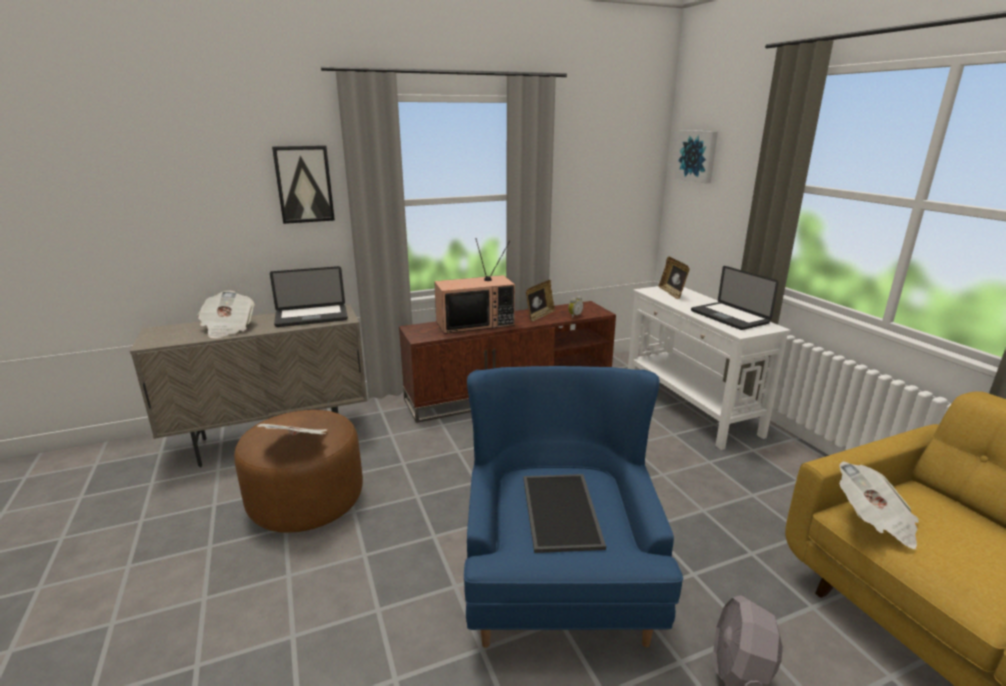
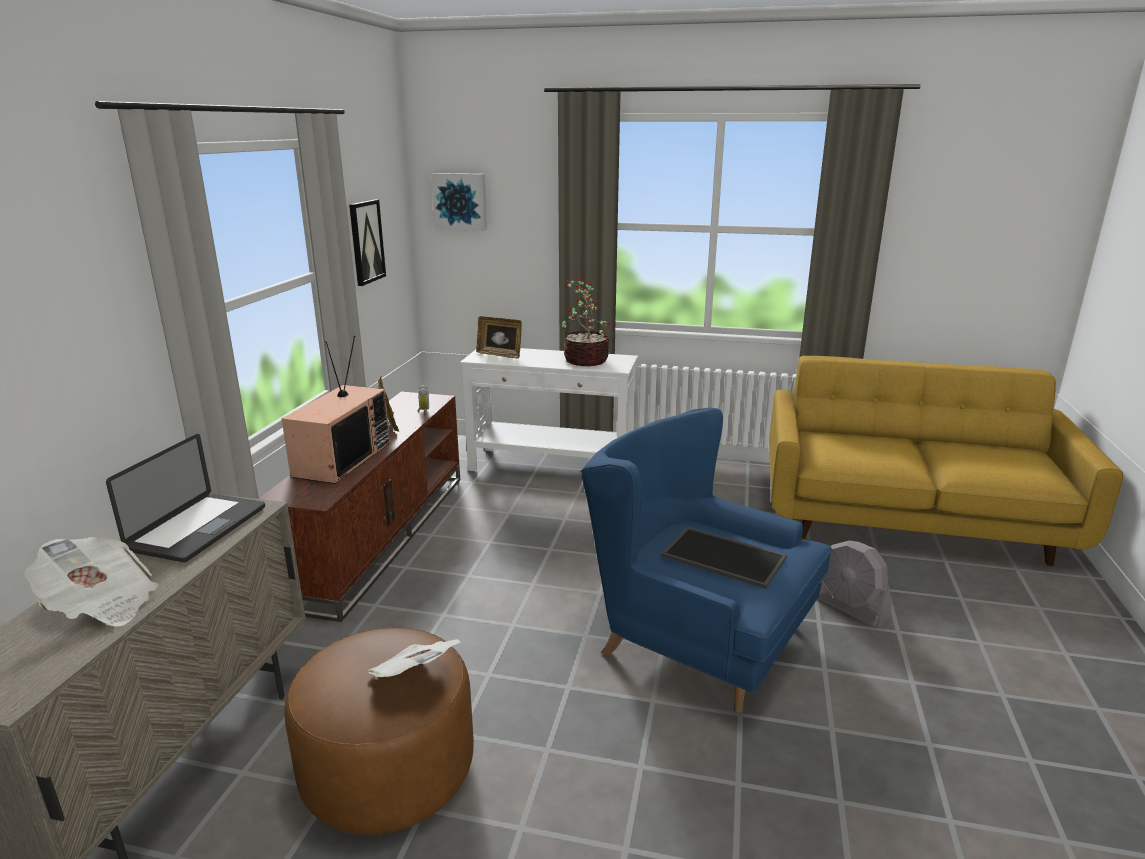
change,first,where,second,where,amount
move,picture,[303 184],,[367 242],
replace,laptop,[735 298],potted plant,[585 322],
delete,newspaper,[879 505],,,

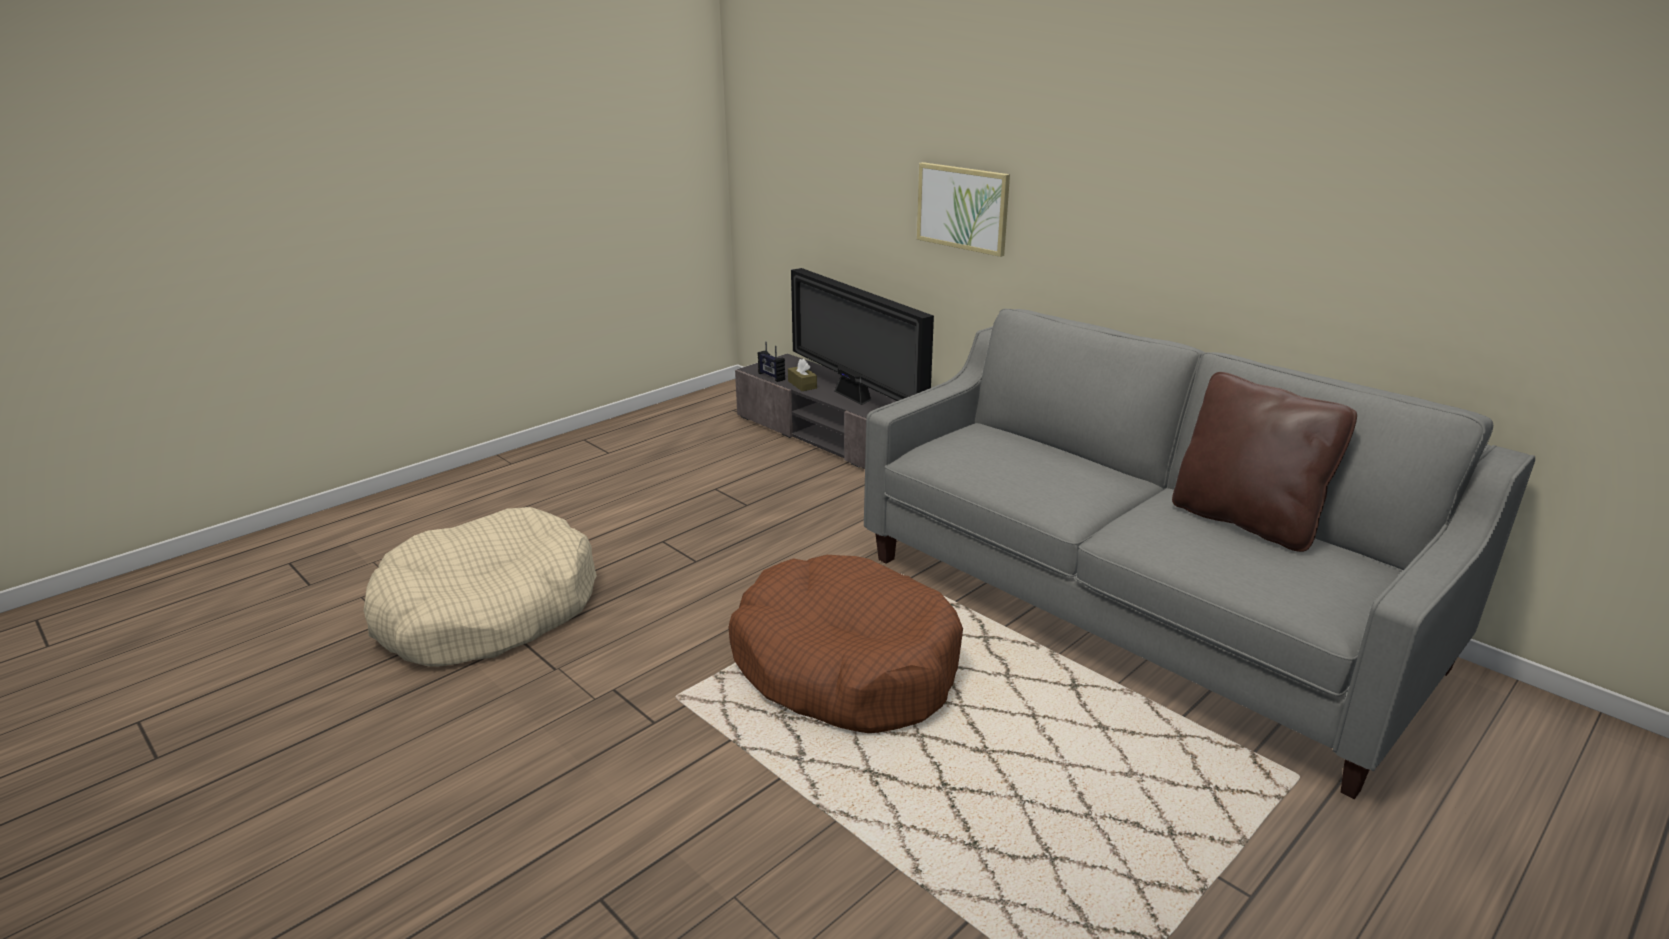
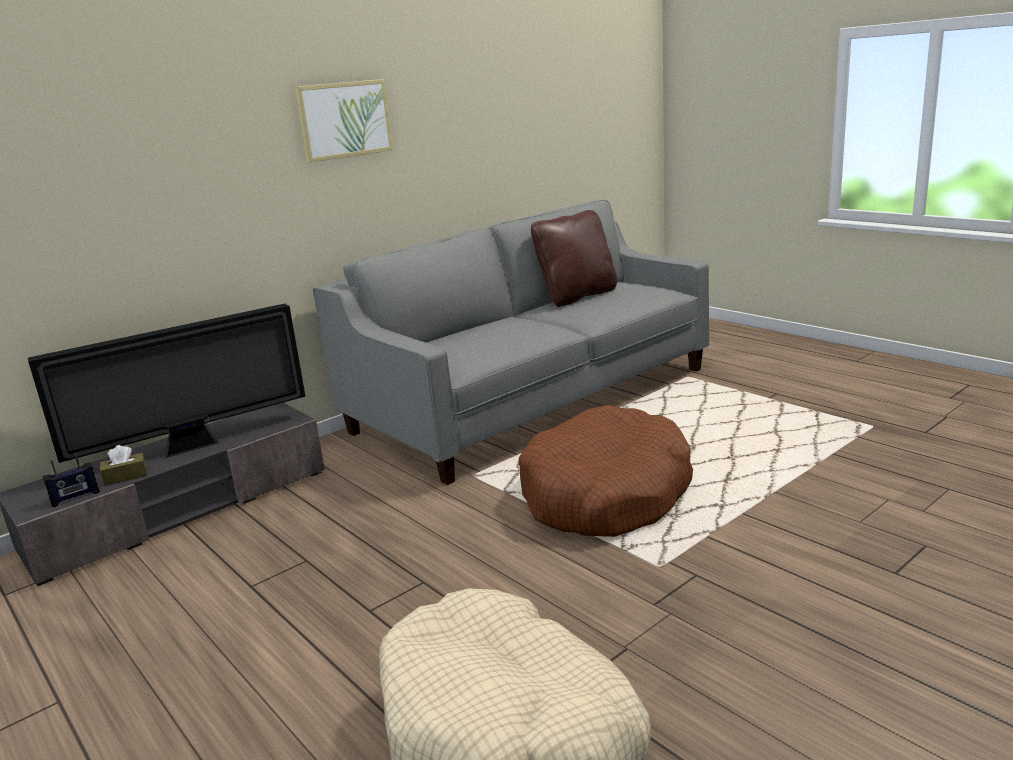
change,first,where,second,where,amount
move,picture,[963 209],,[344 120],

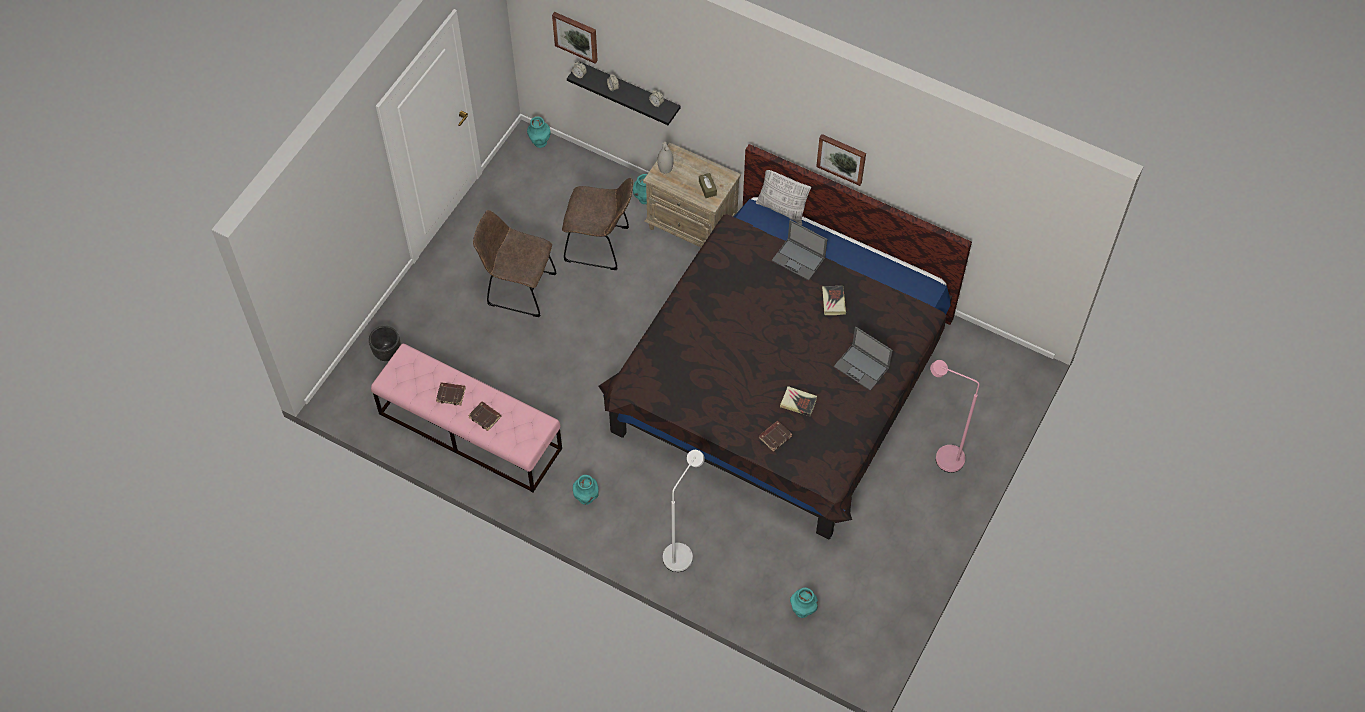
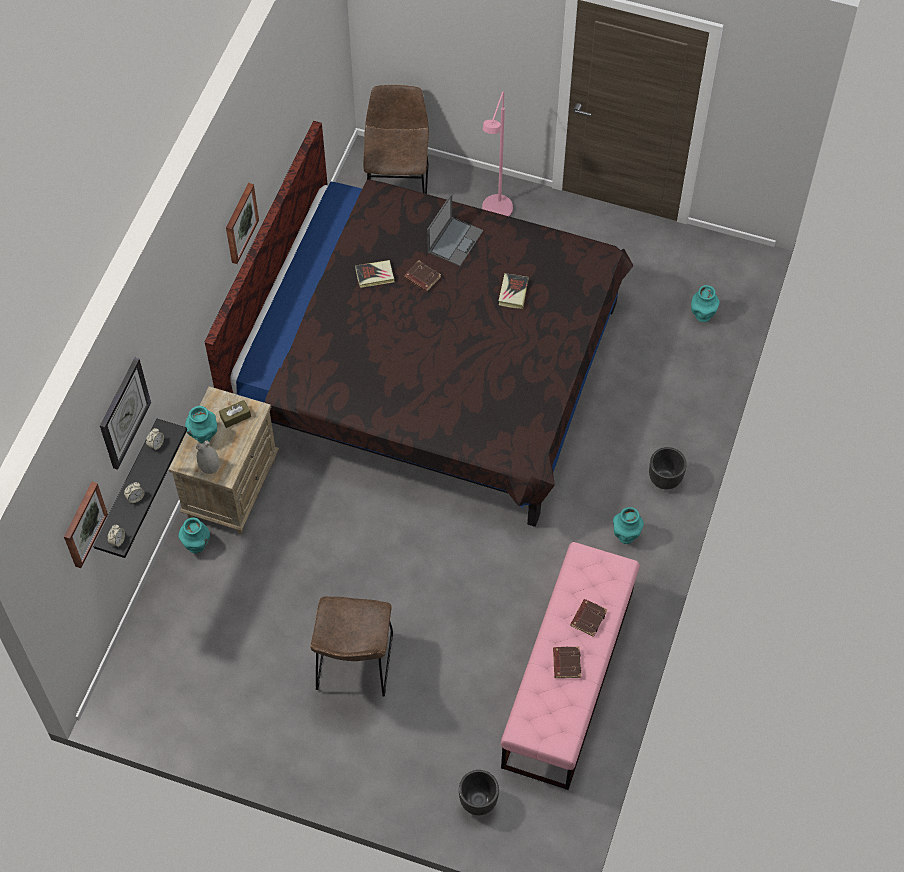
change,first,where,second,where,amount
move,turquoise vase,[539 132],,[201 424],
move,brown chair,[597 224],,[396 139],
delete,white floor lamp,[684 511],,,
delete,pillow,[783 198],,,
move,brown book,[775 436],,[422 276],
delete,laptop,[799 250],,,
insert,,,wall clock,[125 414],
insert,,,black planter,[668 468],

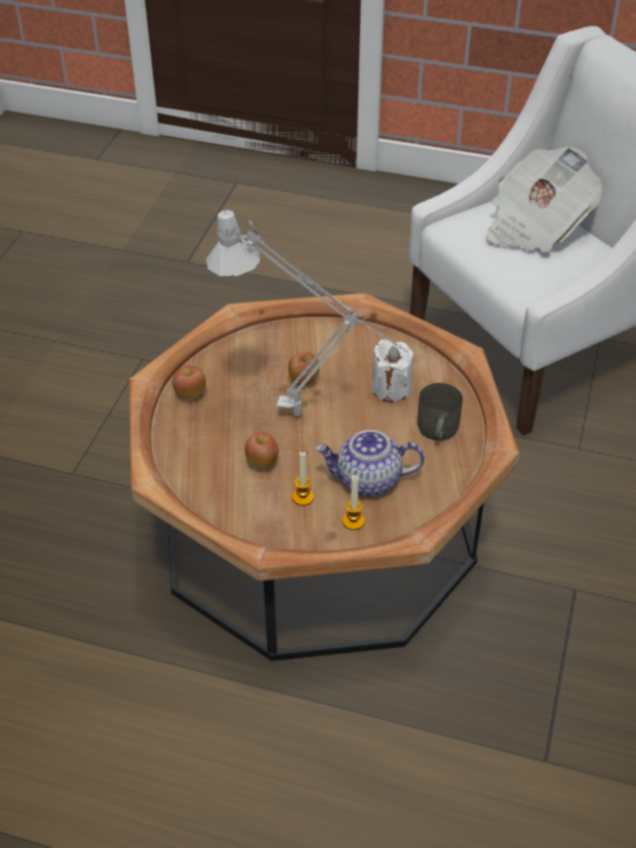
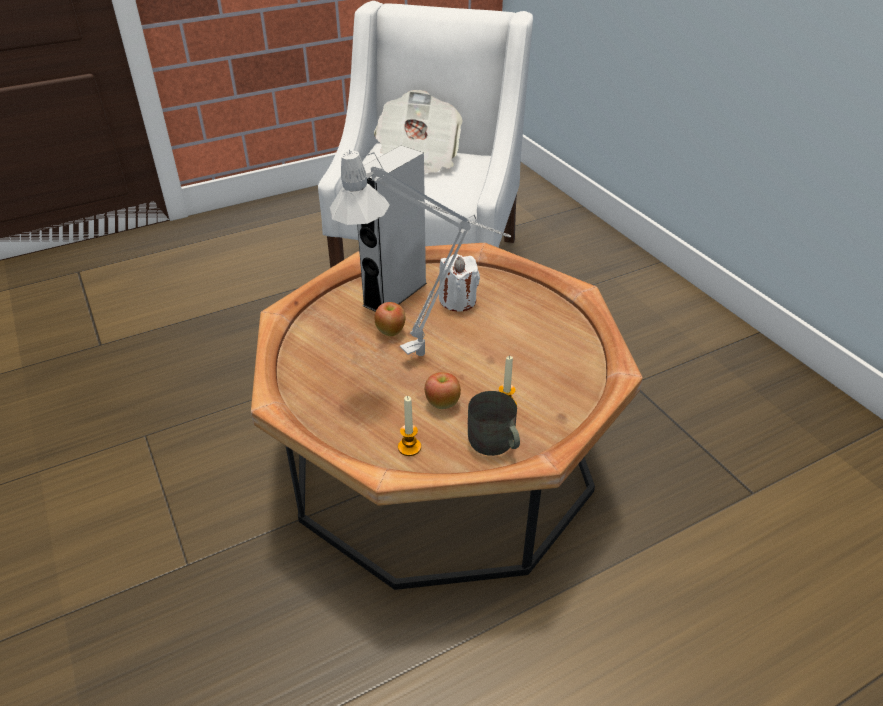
change,first,where,second,where,amount
delete,apple,[189 383],,,
delete,teapot,[369 463],,,
move,candle,[353 502],,[409 426],
move,grey mug,[440 412],,[494 423],
insert,,,grey speaker,[392 229],

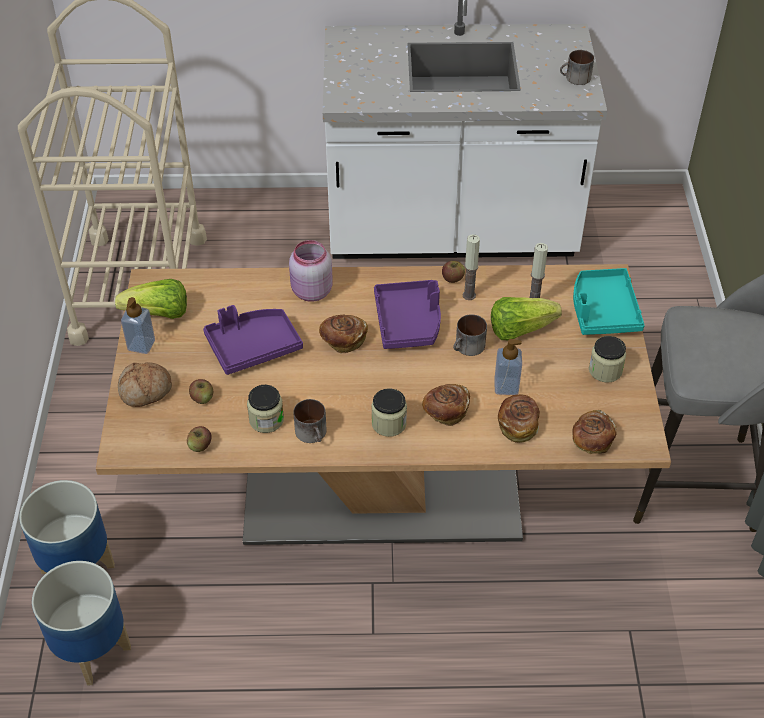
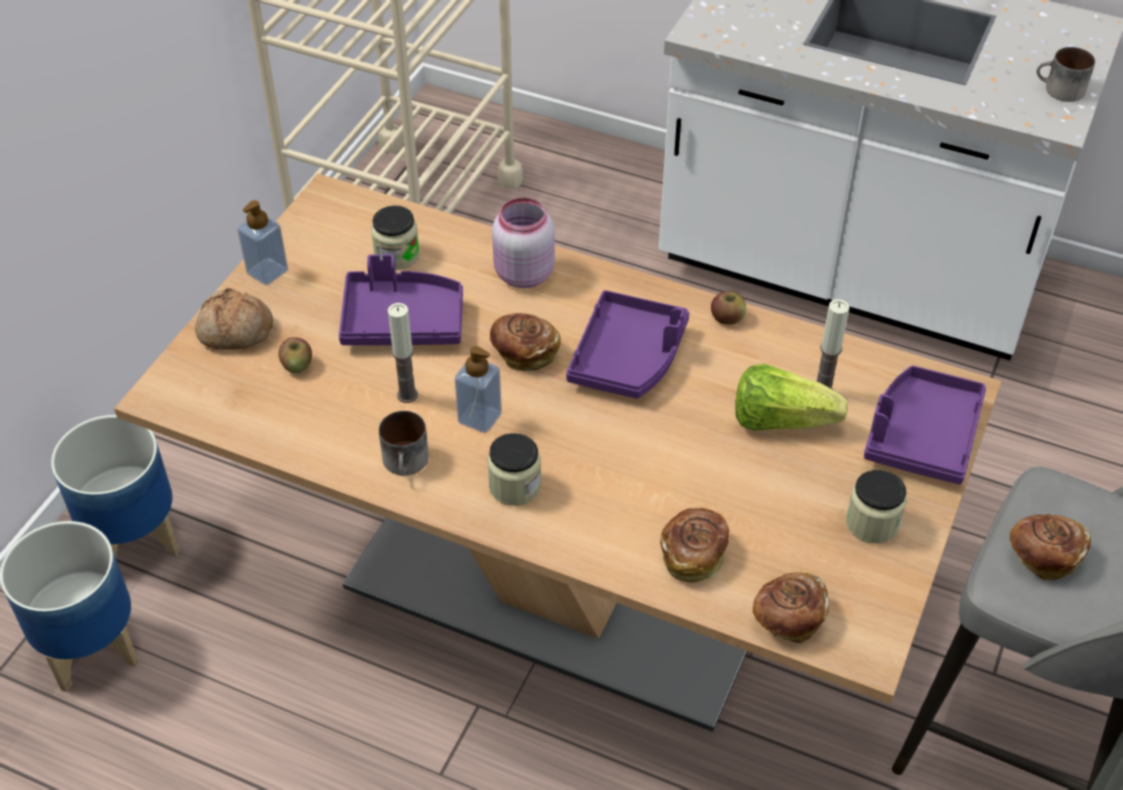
change,first,where,second,where,amount
delete,lettuce,[151 299],,,
delete,apple,[199 439],,,
move,jar,[265 409],,[395 238],
move,bread,[446 405],,[1050 547],
delete,mug,[470 335],,,
move,candle,[471 267],,[403 353],
move,soap dispenser,[508 367],,[478 389],
recolor,turquoise tray,[609 301],purple tray,[925 425],

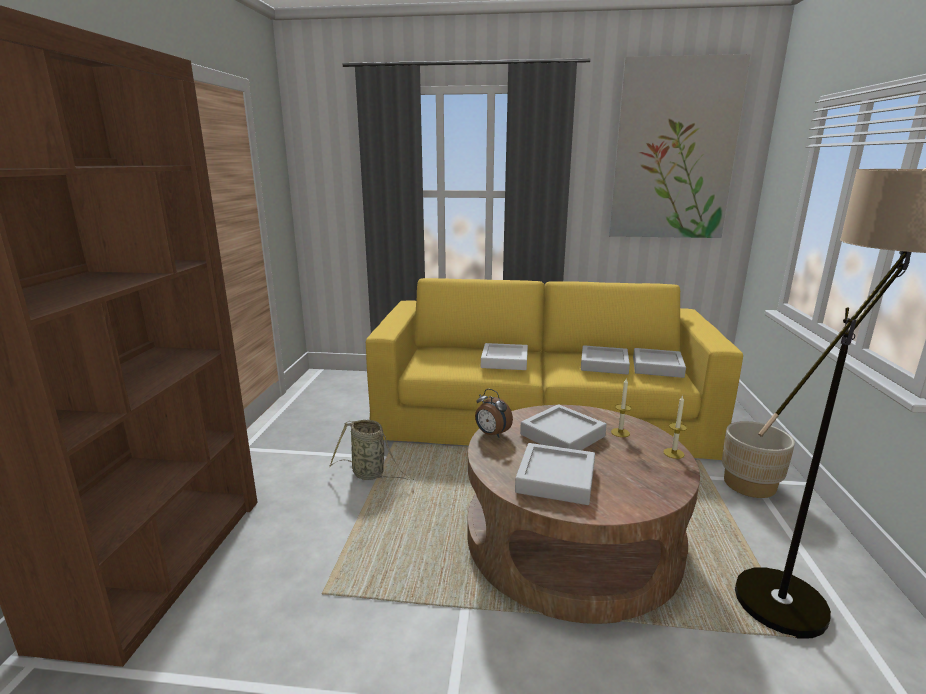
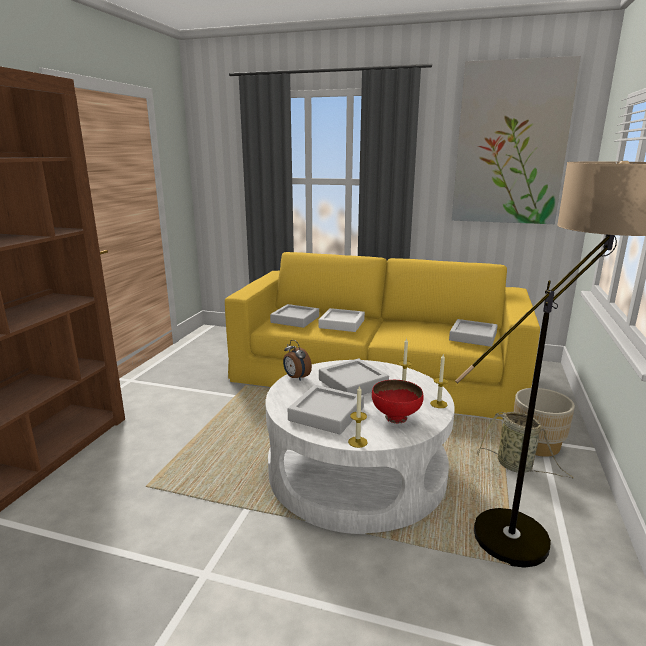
change,first,where,second,where,amount
move,basket,[371 450],,[525 445],
recolor,brown coffee table,[583 514],white coffee table,[360 447],
move,grey tray,[605 360],,[294 316],
insert,,,candle,[358 416],
insert,,,red bowl,[397 401],

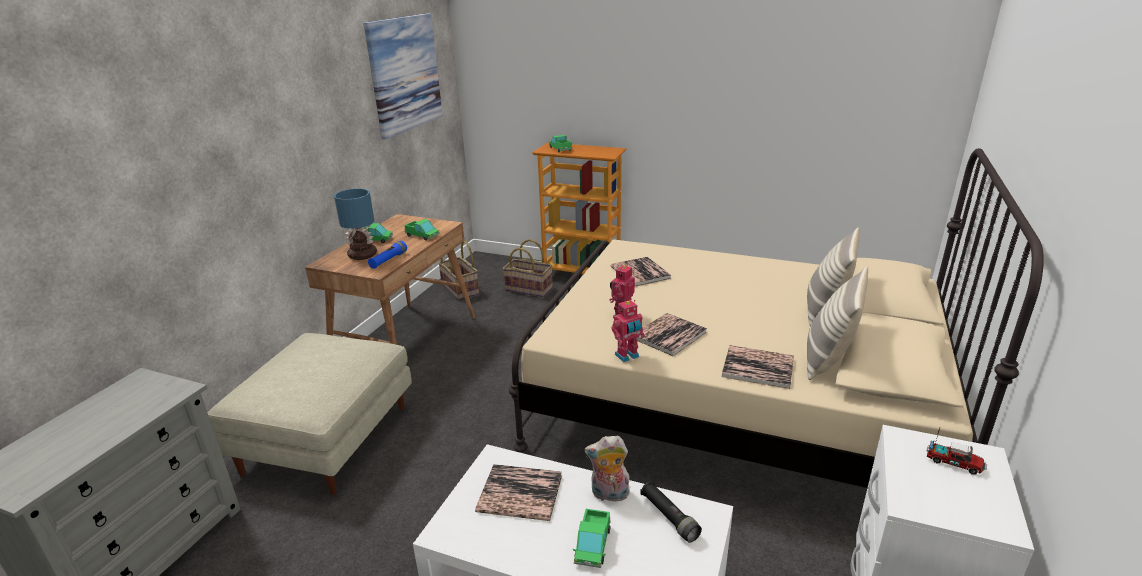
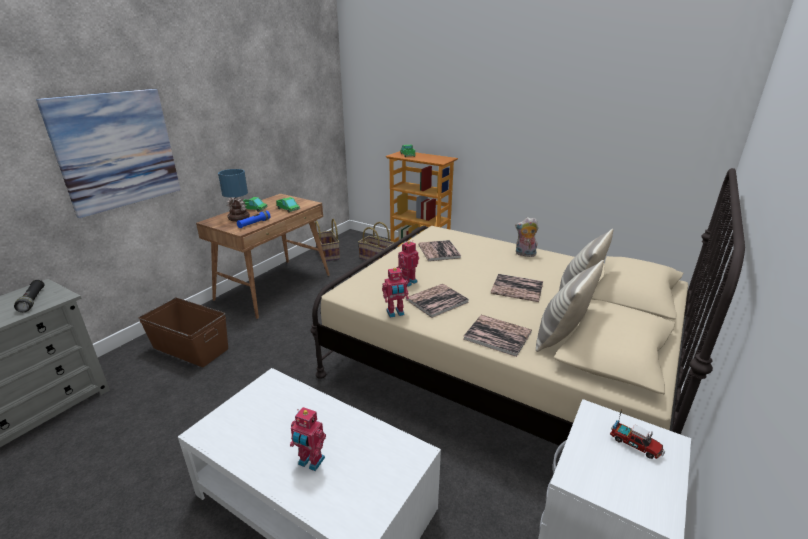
change,first,where,second,where,amount
replace,beige ottoman,[309 414],brown storage box,[183 332],
move,picture,[403 76],,[108 153],
move,book,[518 492],,[517 288],
replace,toy truck,[592 538],toy robot,[308 439],
move,plush toy,[607 469],,[527 237],
move,black flashlight,[671 512],,[29 296],

